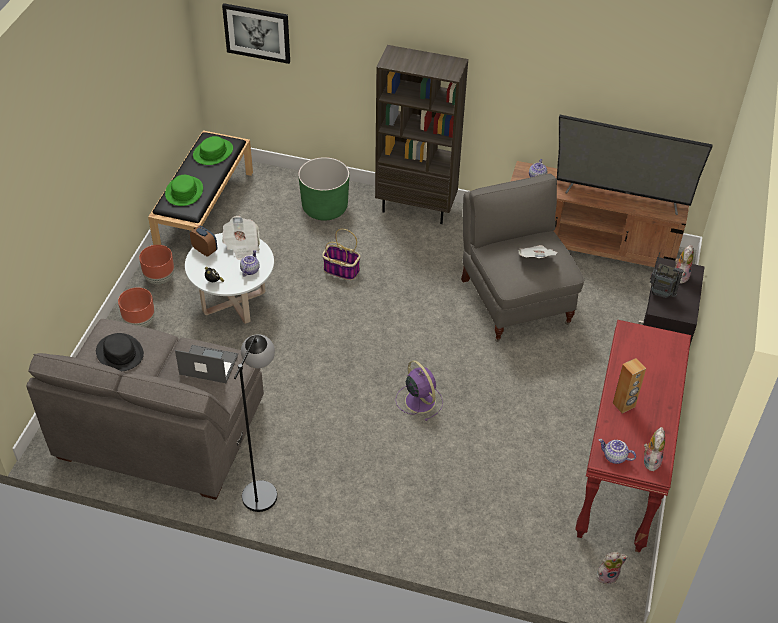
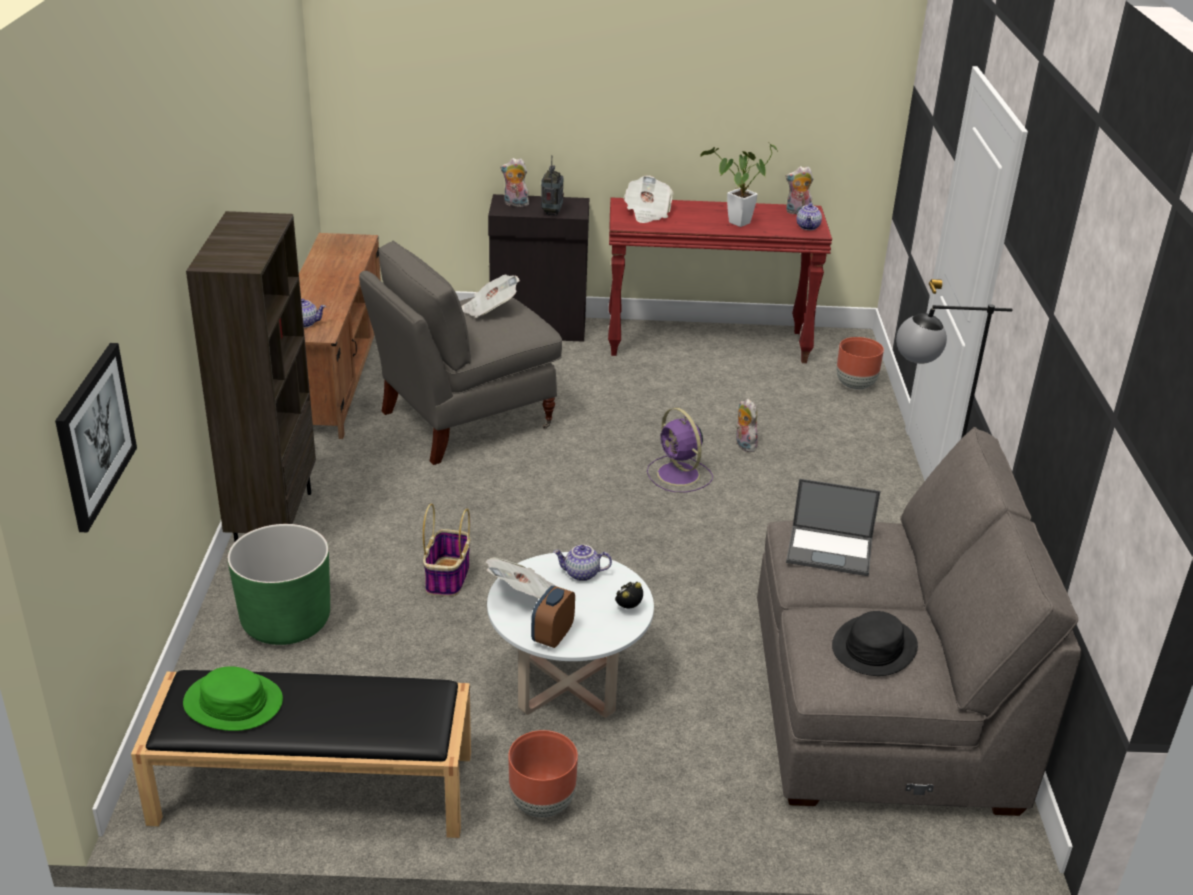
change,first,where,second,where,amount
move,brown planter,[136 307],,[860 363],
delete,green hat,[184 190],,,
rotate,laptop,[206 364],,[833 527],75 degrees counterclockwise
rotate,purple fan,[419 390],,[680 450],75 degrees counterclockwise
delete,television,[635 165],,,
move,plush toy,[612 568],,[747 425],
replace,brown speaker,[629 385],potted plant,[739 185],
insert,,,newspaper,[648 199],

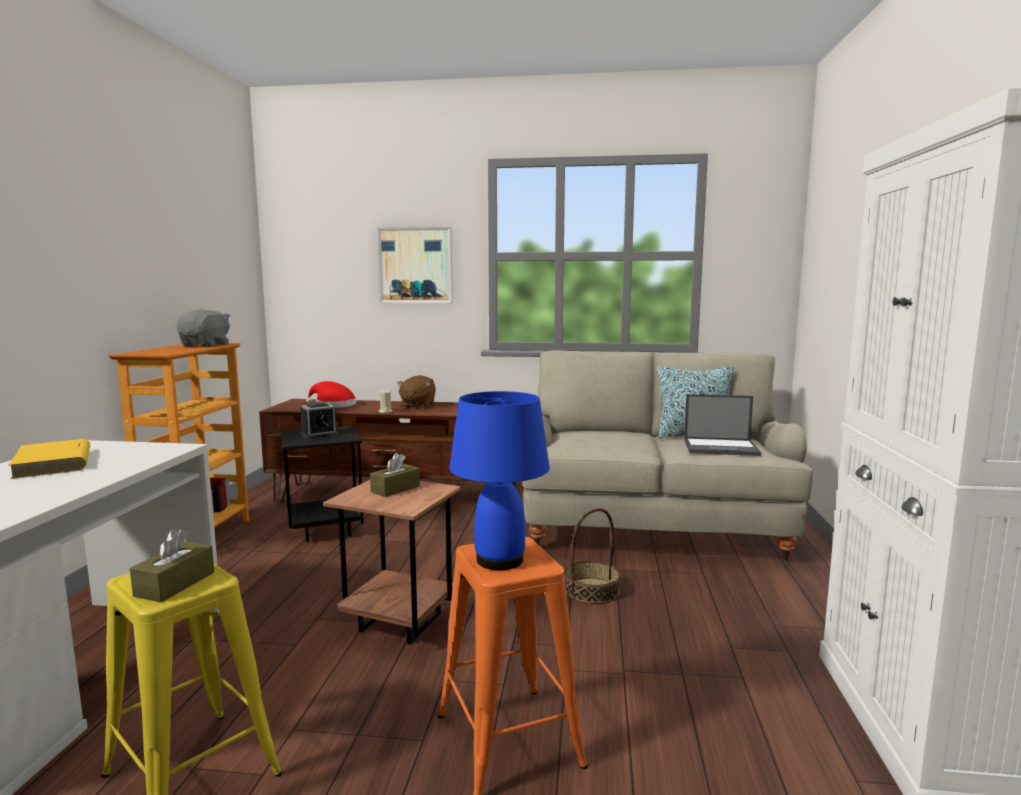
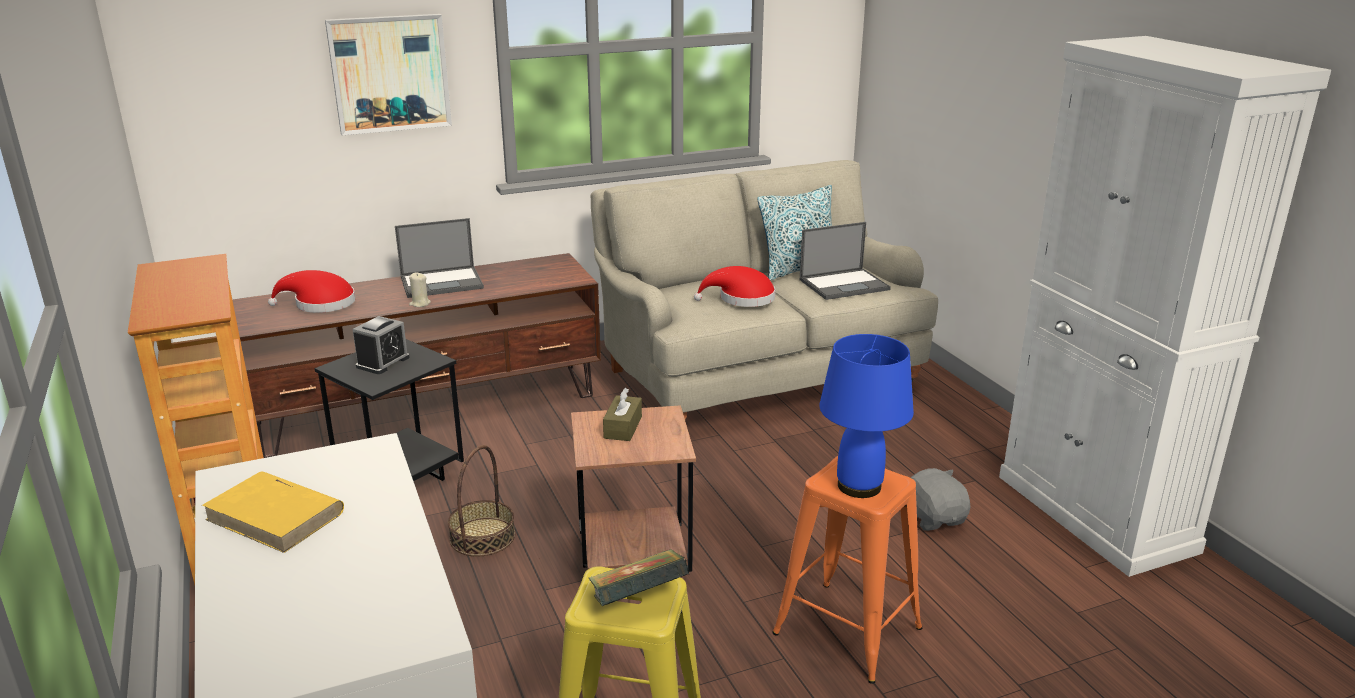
change,first,where,second,where,amount
replace,brown tissue box,[172 565],book,[638 577],
move,grey plush toy,[203 328],,[940 499],
replace,brown plush toy,[416 392],laptop,[439 258],
move,basket,[592 556],,[481 500],
insert,,,red hat,[734 286],

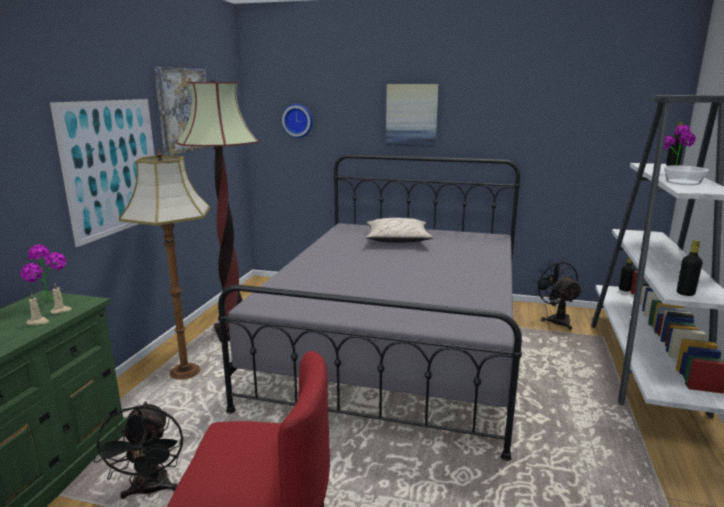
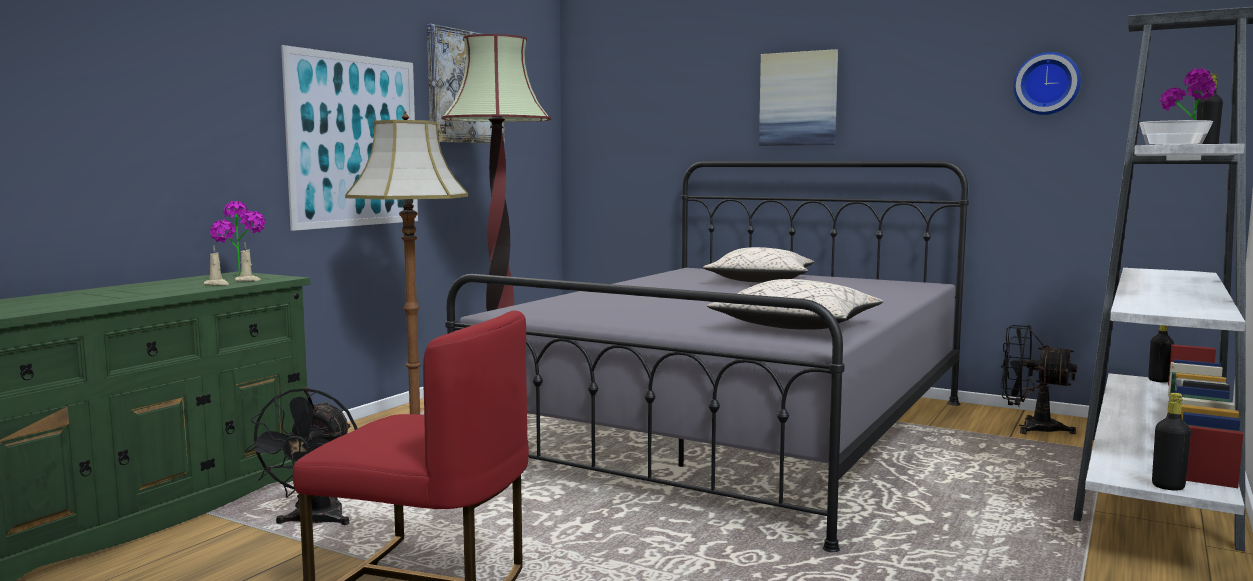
change,first,where,second,where,amount
move,wall clock,[297 121],,[1047 83],
rotate,black fan,[557 295],,[1038 379],60 degrees counterclockwise
move,black bottle,[690 268],,[1171 442],
insert,,,beige pillow,[795 304],

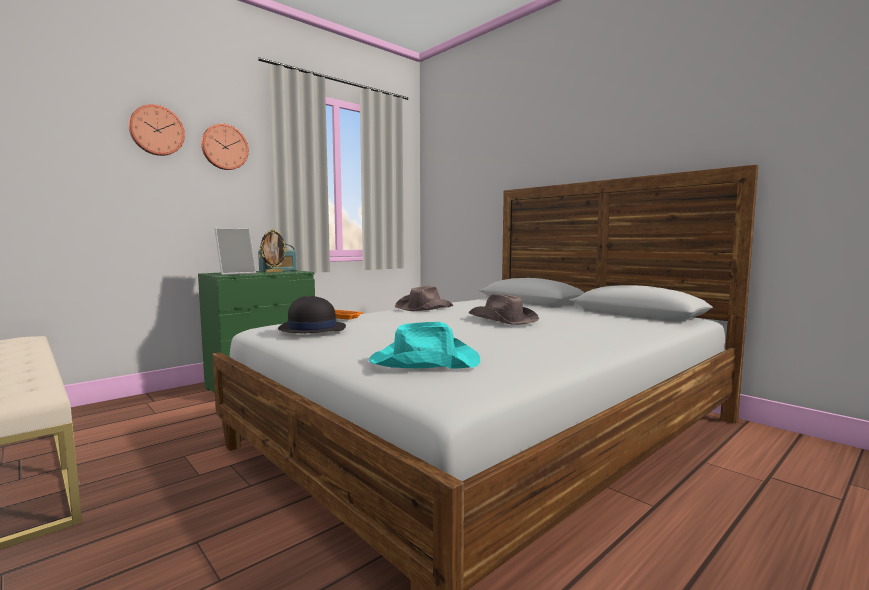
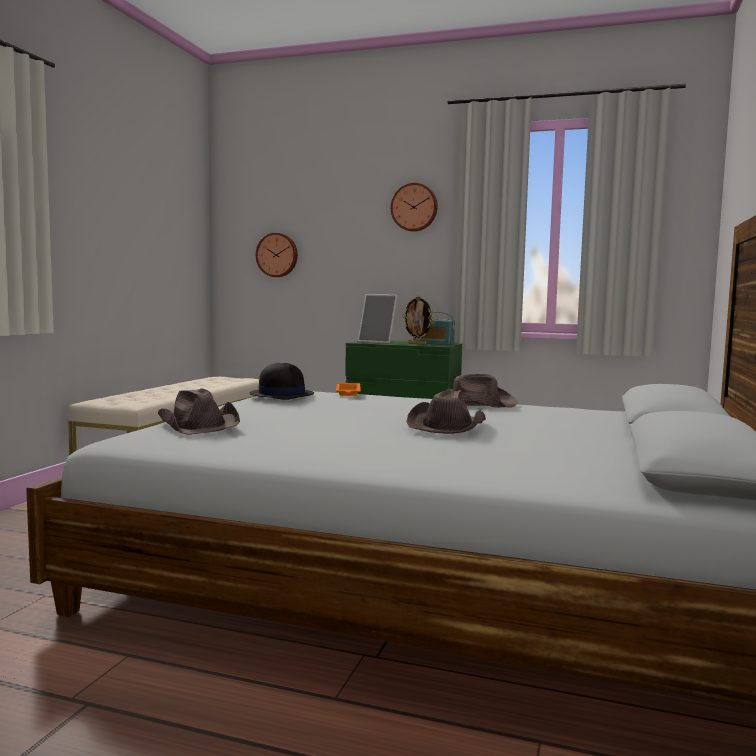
change,first,where,second,where,amount
move,wall clock,[157 130],,[277 255],
recolor,turquoise hat,[424 345],brown hat,[199 411],

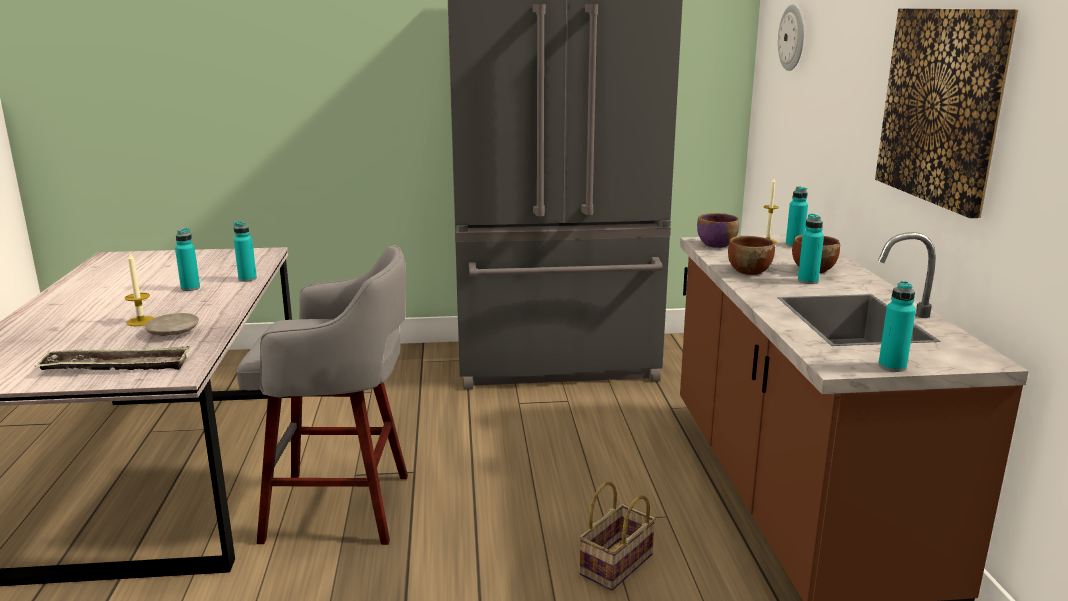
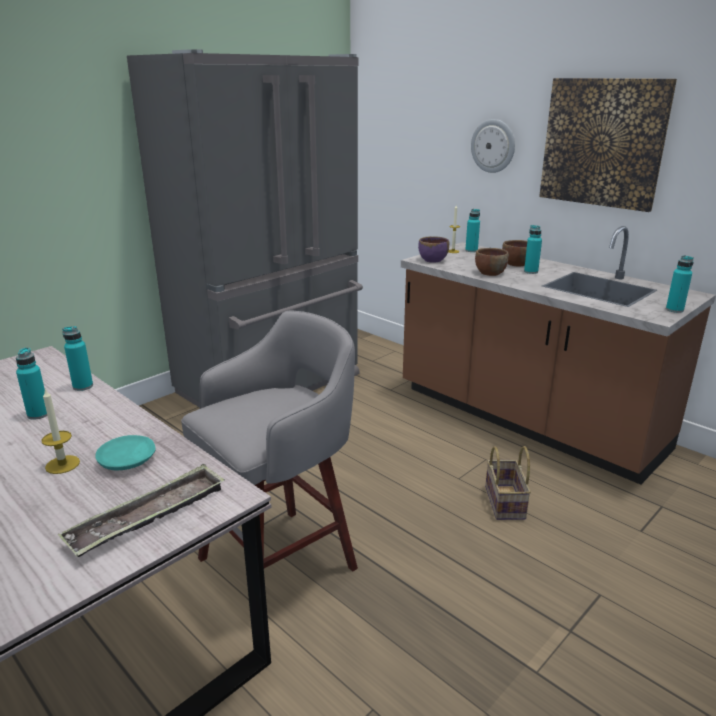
change,first,where,second,where,amount
recolor,beige plate,[172 324],turquoise plate,[125 452],
move,wall clock,[791 37],,[493 146],

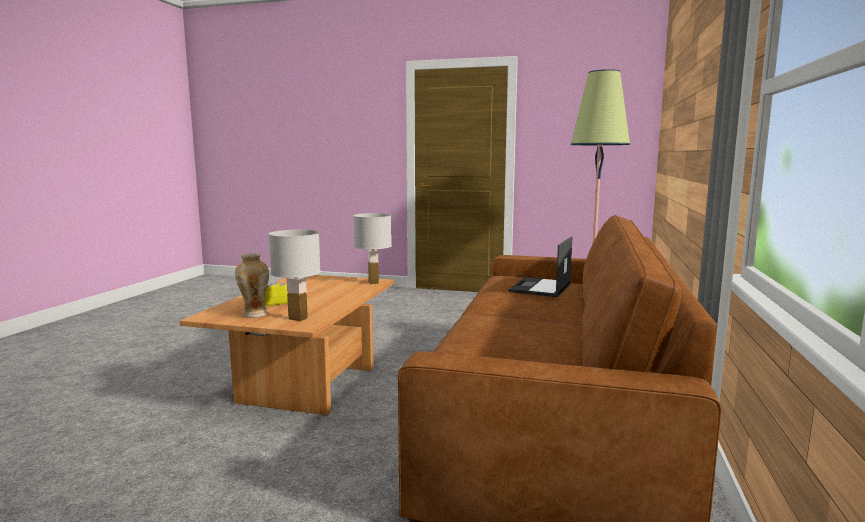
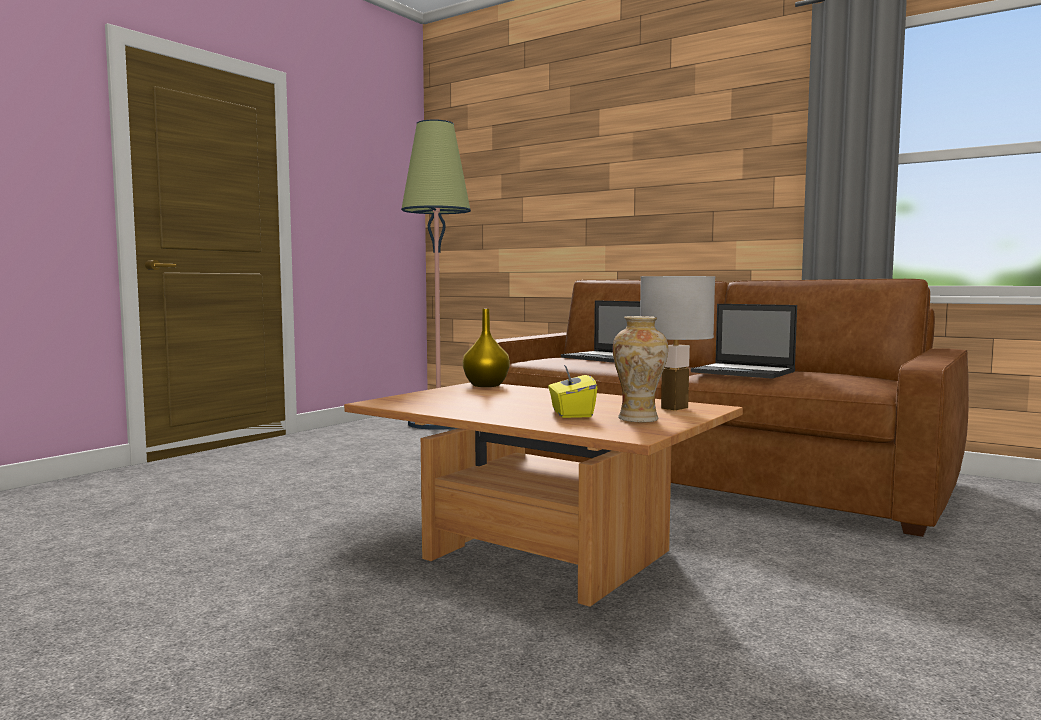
change,first,where,second,where,amount
replace,white table lamp,[372 248],yellow vase,[486 348],
insert,,,laptop,[744 341],

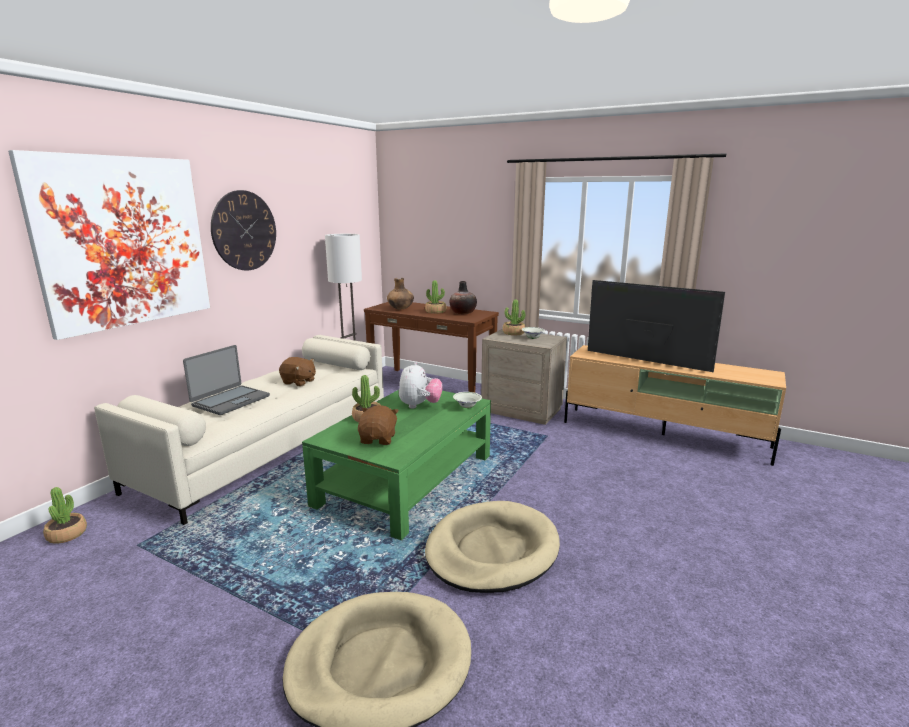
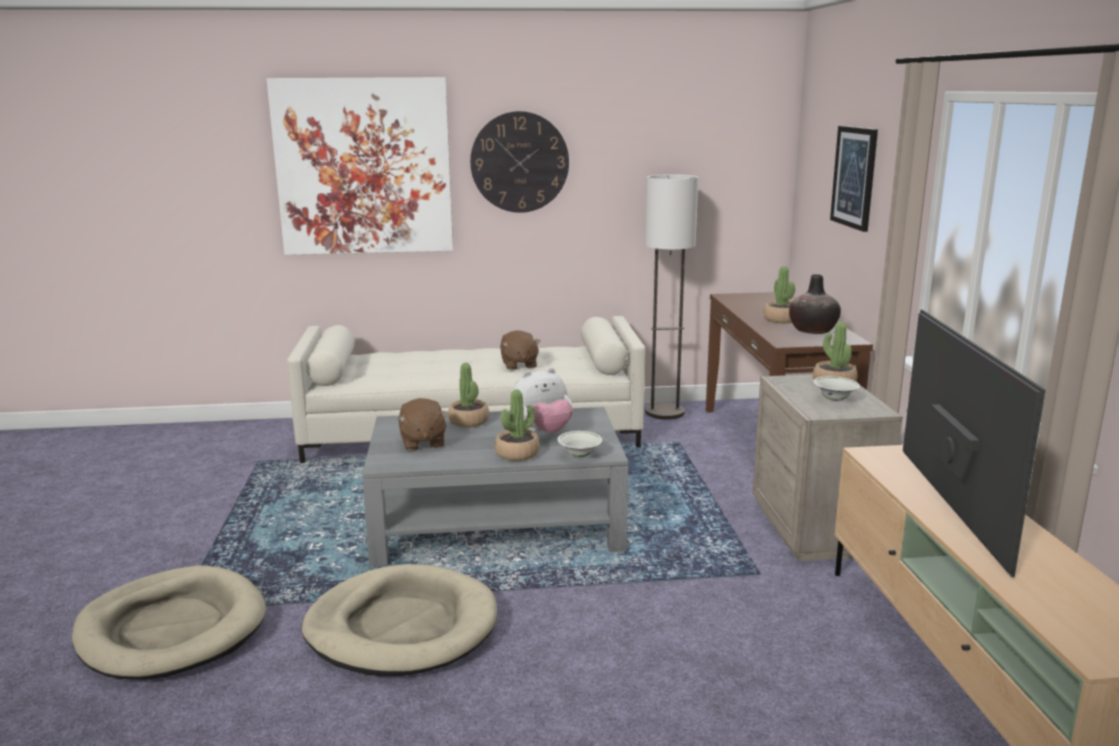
change,first,where,second,where,amount
move,potted plant,[65 515],,[517 425],
delete,laptop,[226 380],,,
recolor,green coffee table,[396 465],grey coffee table,[495 486],
rotate,brown plush toy,[378 425],,[423 424],105 degrees clockwise
delete,brown vase,[400 293],,,
insert,,,picture,[854 179],

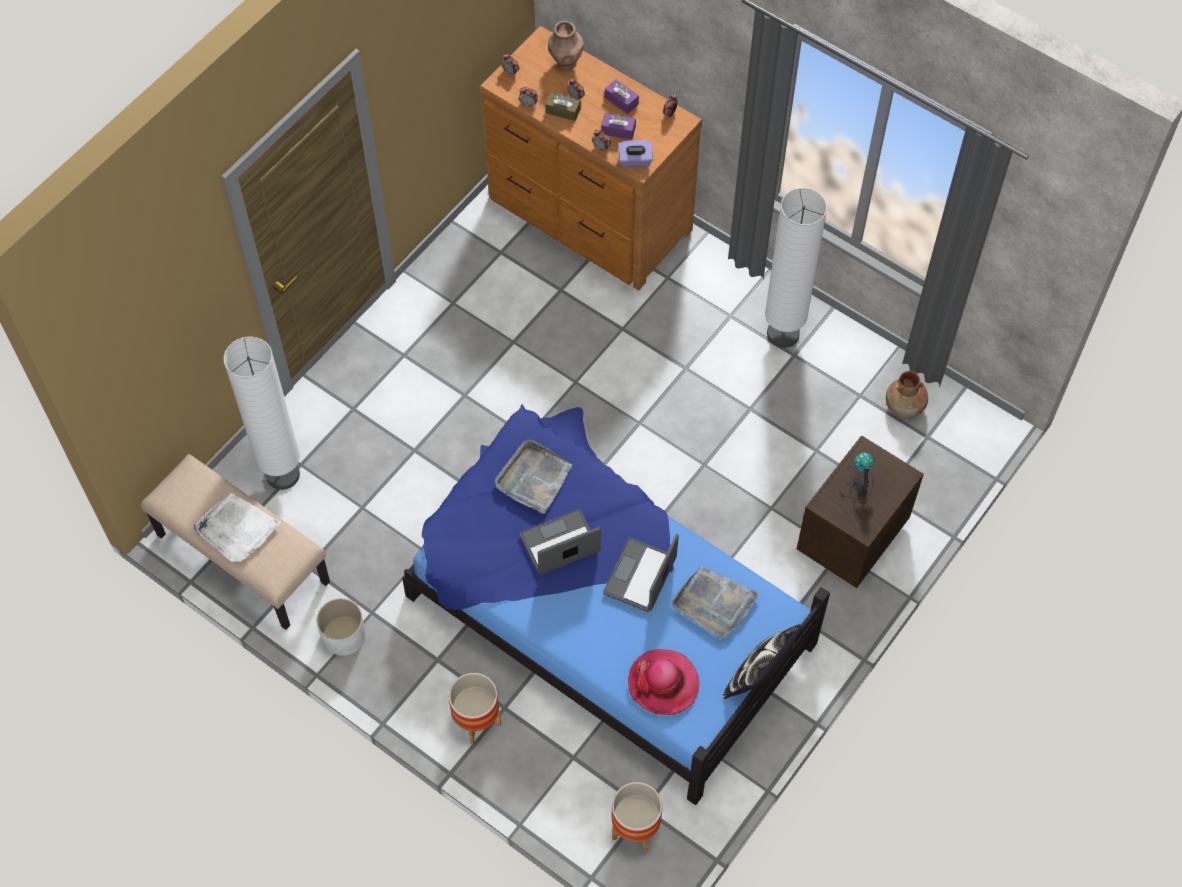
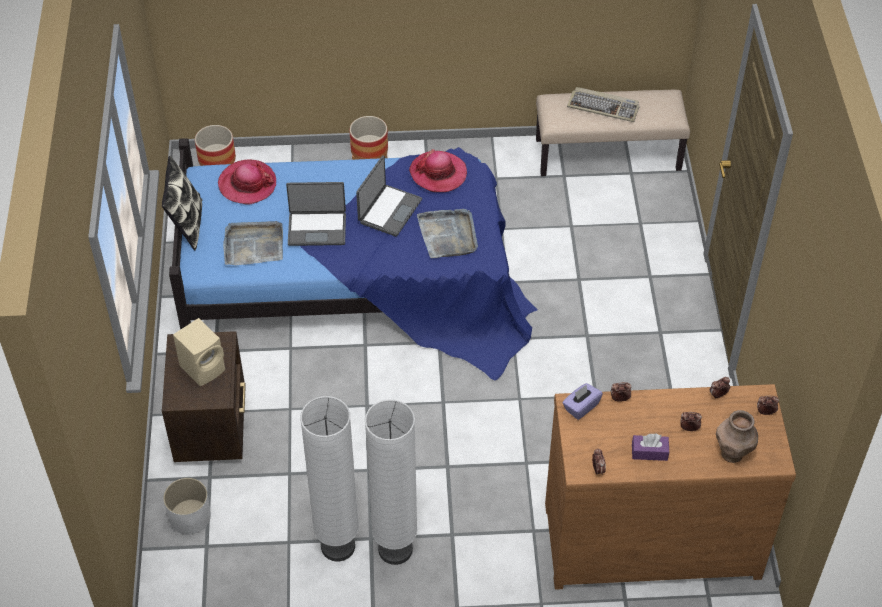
change,first,where,second,where,amount
replace,white tray,[237 527],keyboard,[603 104],
move,white floor lamp,[261 413],,[329 479],
move,white planter,[340 627],,[187 506],
delete,brown tissue box,[563 106],,,
delete,purple tissue box,[618 126],,,
rotate,laptop,[641 573],,[316 214],105 degrees clockwise
replace,table lamp,[856 486],beige speaker,[199 352],
delete,brown vase,[907 395],,,
insert,,,hat,[438 170],

